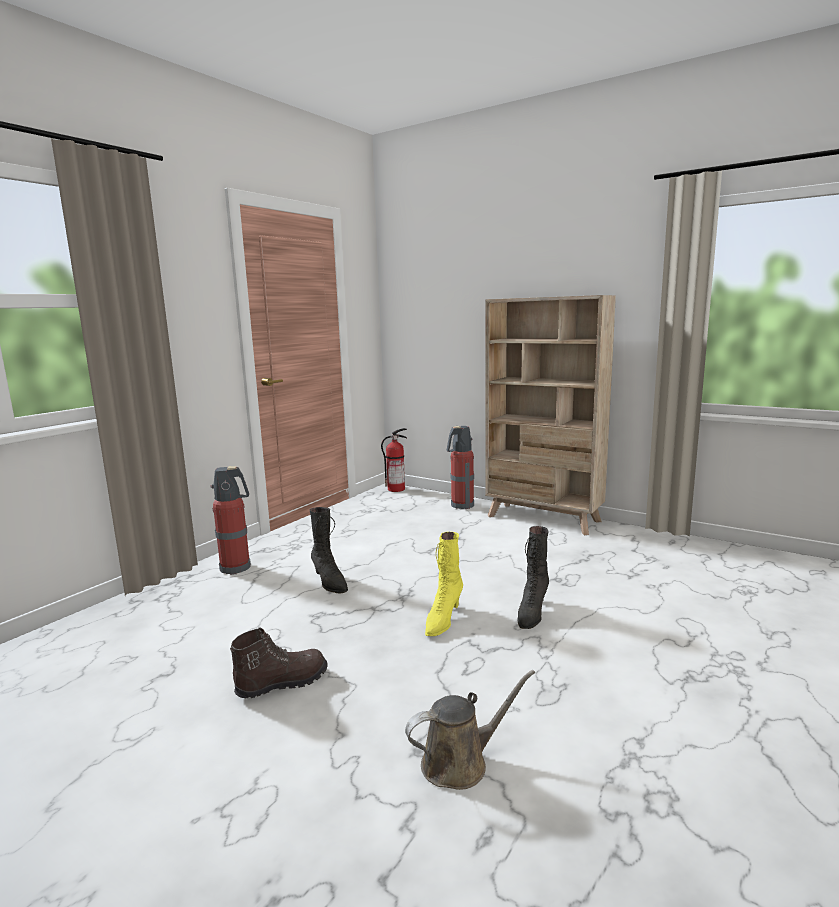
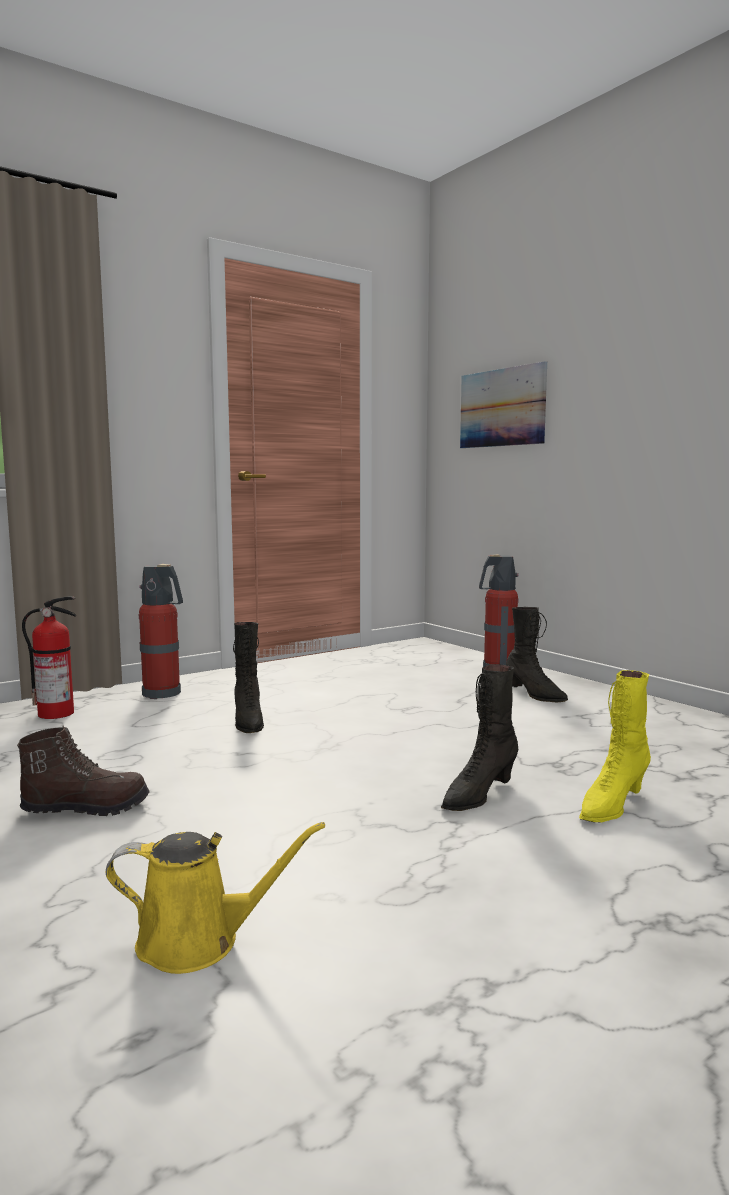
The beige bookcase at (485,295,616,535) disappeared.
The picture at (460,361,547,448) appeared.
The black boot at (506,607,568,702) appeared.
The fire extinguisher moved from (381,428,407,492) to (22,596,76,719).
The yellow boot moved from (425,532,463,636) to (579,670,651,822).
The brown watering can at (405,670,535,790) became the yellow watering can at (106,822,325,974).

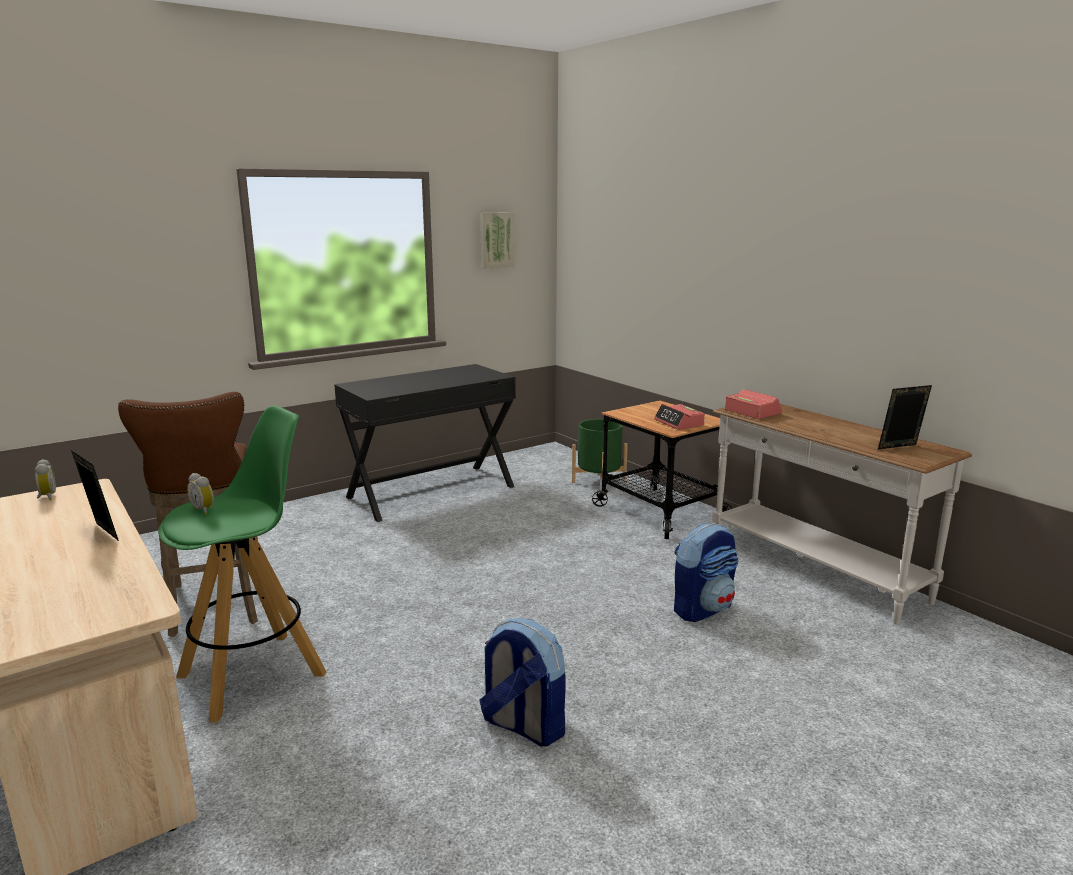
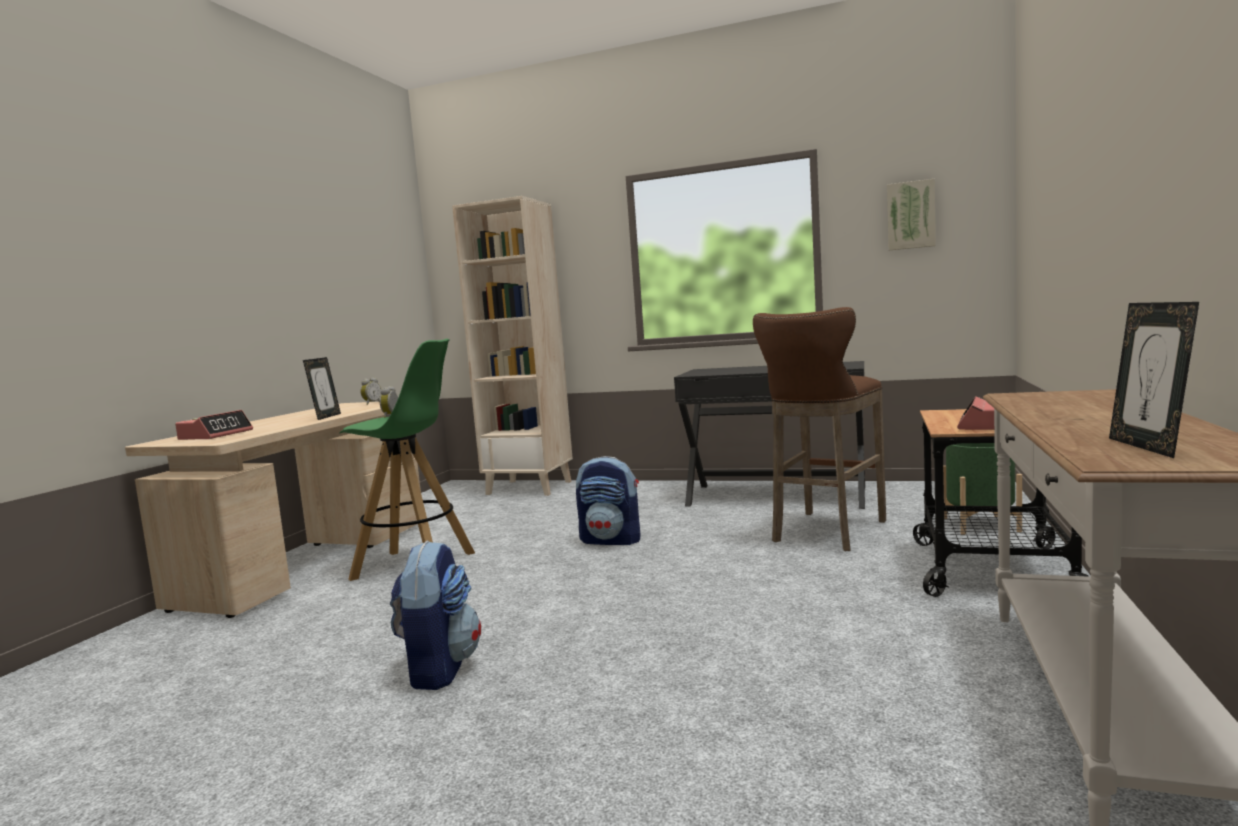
The beige bookcase at (452,196,573,496) appeared.
The brown stool moved from (118,392,258,637) to (753,307,886,551).
The backpack moved from (674,523,738,622) to (576,456,641,545).
The alarm clock moved from (725,389,782,419) to (175,410,253,440).
The picture frame at (878,385,932,450) turned 120 degrees counterclockwise.

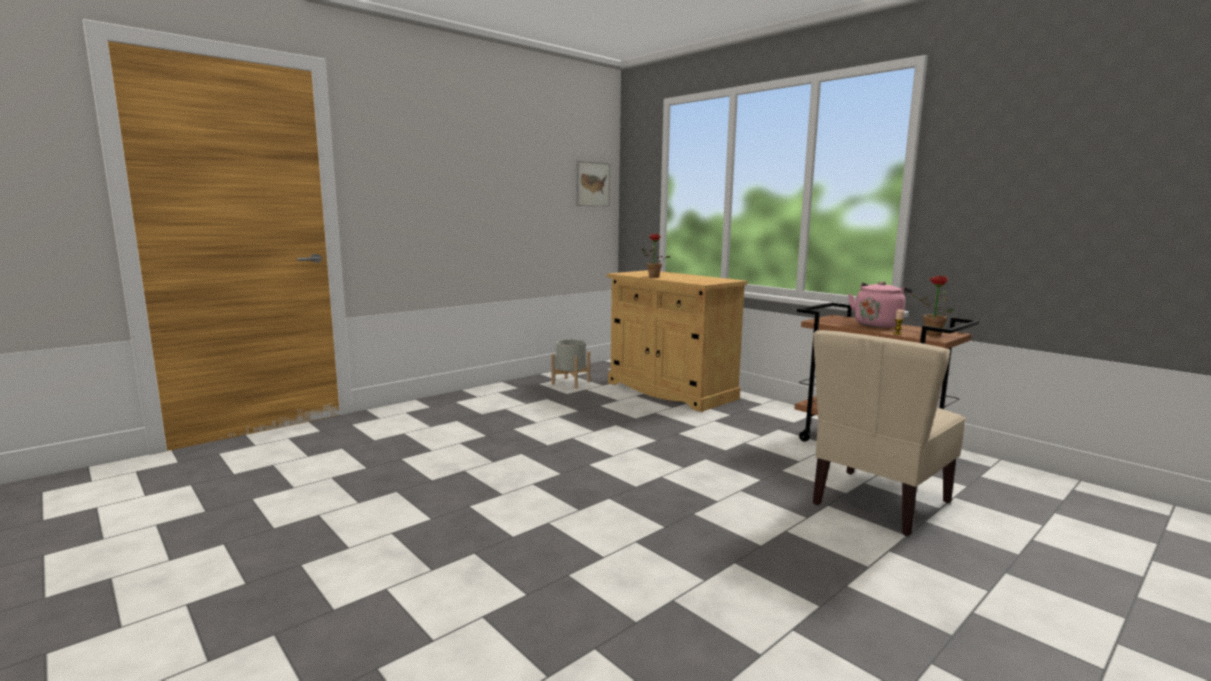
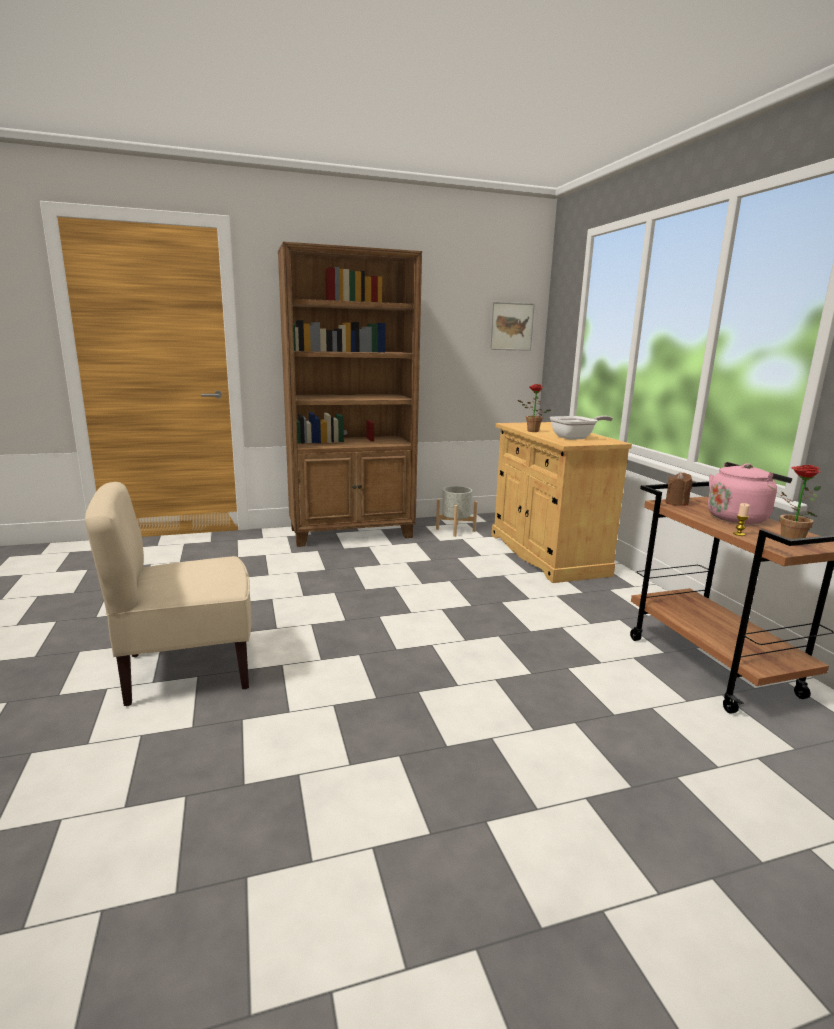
The brown bookcase at (278,242,422,547) appeared.
The frying pan at (550,416,613,440) appeared.
The brown candle at (665,472,693,506) appeared.
The beige chair moved from (813,330,966,536) to (85,482,251,706).

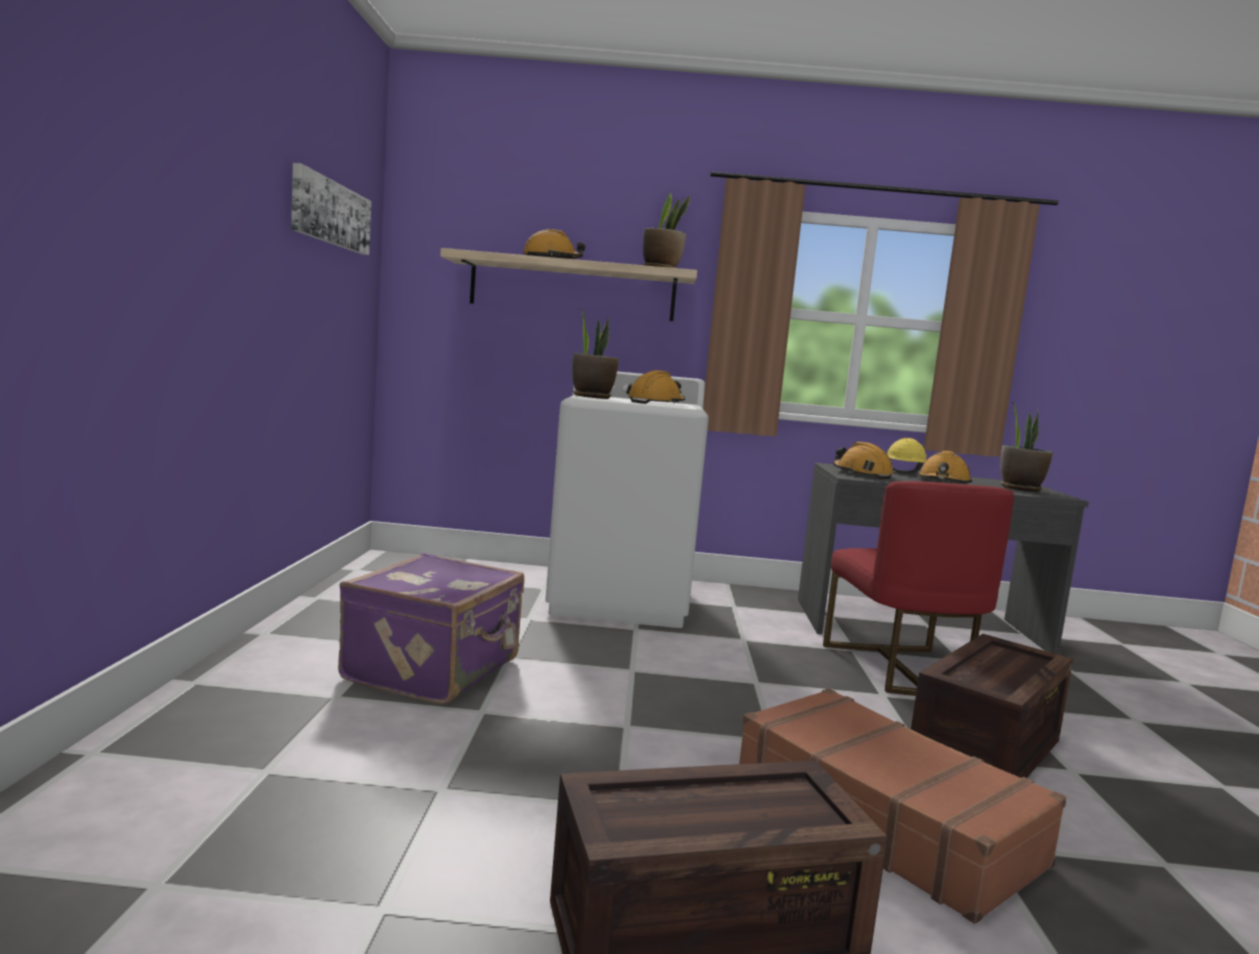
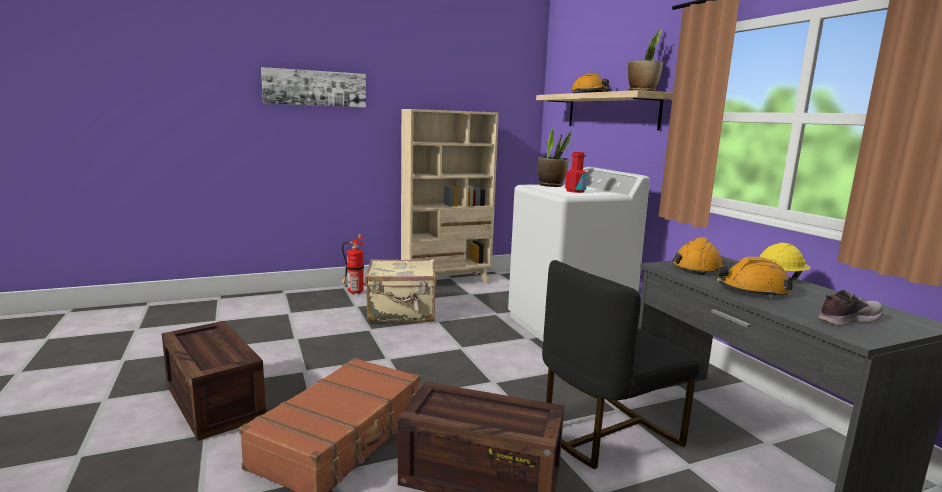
The fire extinguisher at (341,233,365,294) appeared.
The beige bookcase at (401,109,499,284) appeared.
The picture moved from (291,163,371,255) to (261,67,366,107).
The orange hard hat at (626,370,685,404) was replaced by the red bottle at (565,152,588,193).
The potted plant at (1001,401,1053,492) was replaced by the shoe at (818,290,883,326).
The purple suitcase at (338,553,524,705) became the beige suitcase at (365,259,436,322).
The red chair at (823,481,1014,696) became the black chair at (542,260,701,469).

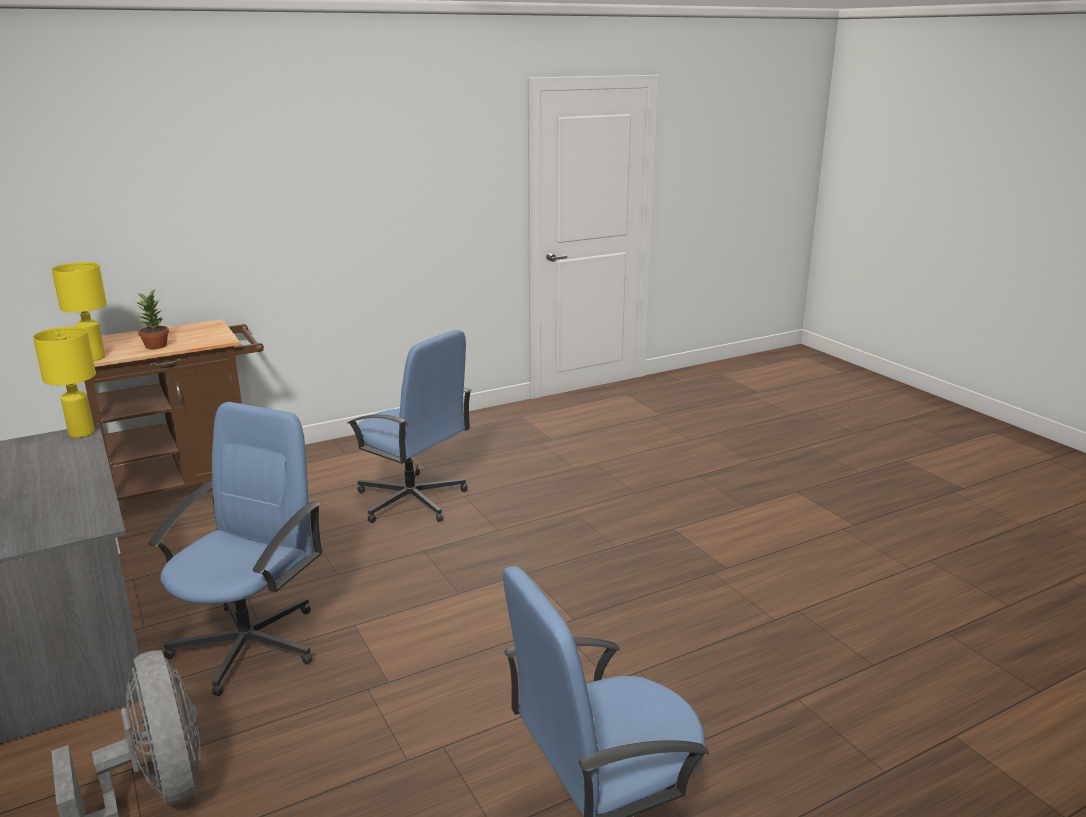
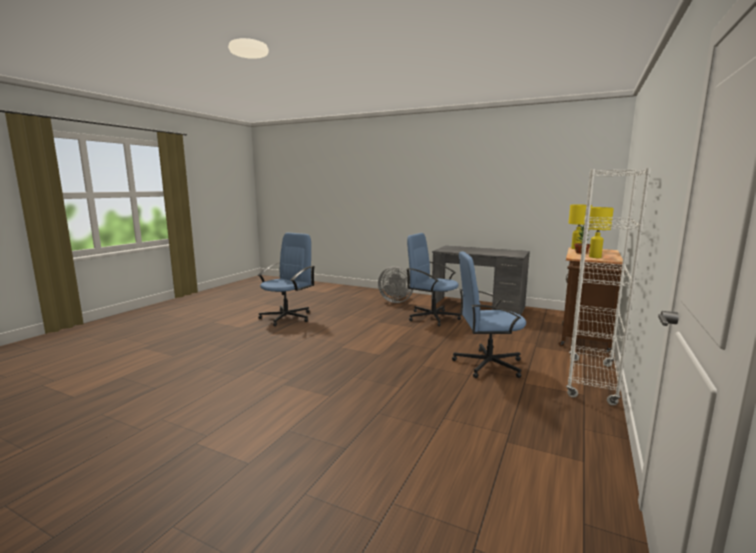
The white bookcase at (566,168,651,406) appeared.
The yellow table lamp moved from (33,326,96,438) to (589,207,614,258).
The blue office chair at (148,402,322,696) turned 135 degrees clockwise.

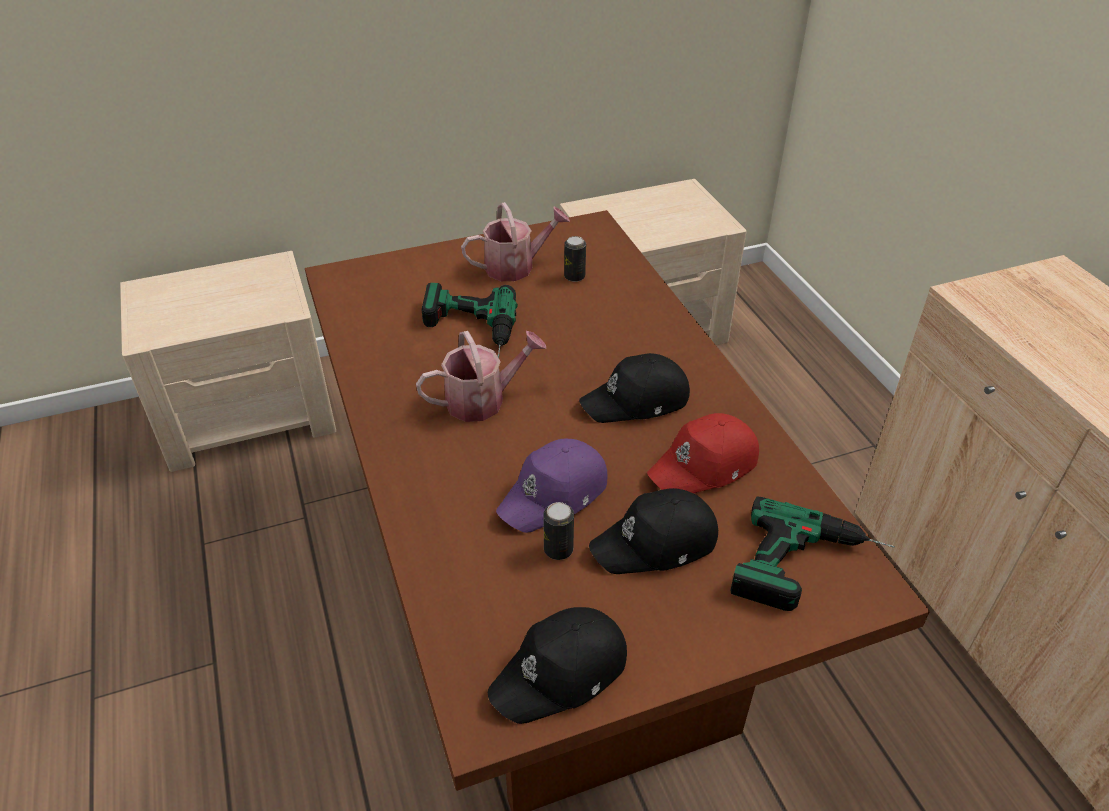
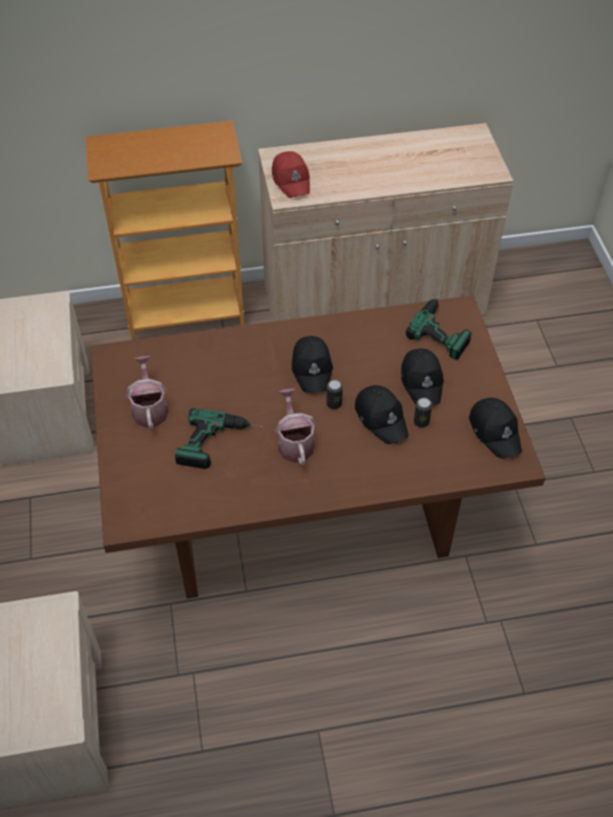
The bookcase at (85,120,244,340) appeared.
The can moved from (564,236,586,282) to (326,380,343,409).
The red cap moved from (647,413,759,493) to (272,151,310,198).
The purple cap at (496,439,608,533) became the black cap at (355,385,409,444).

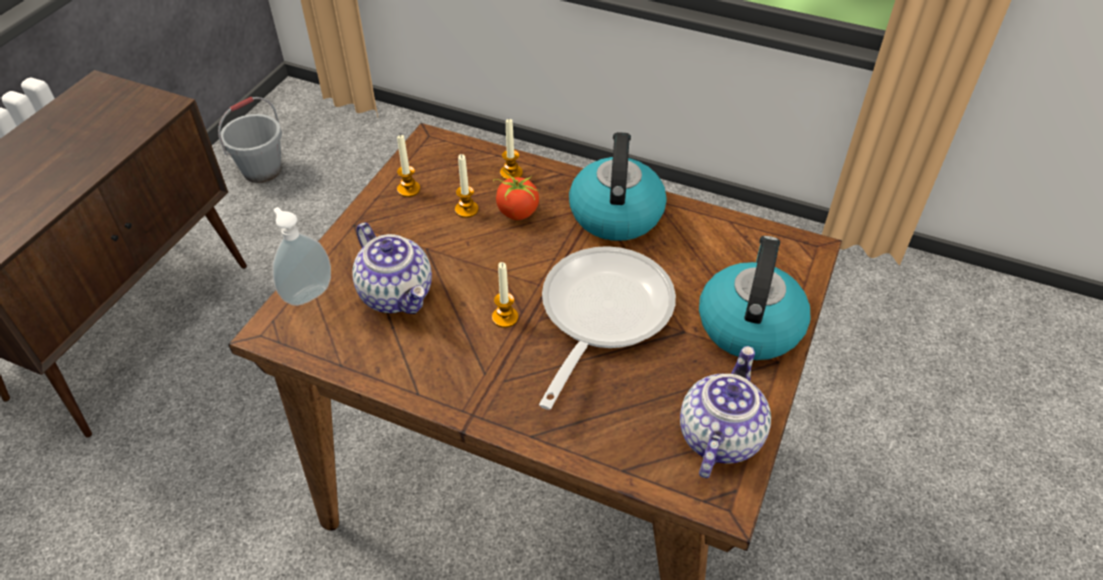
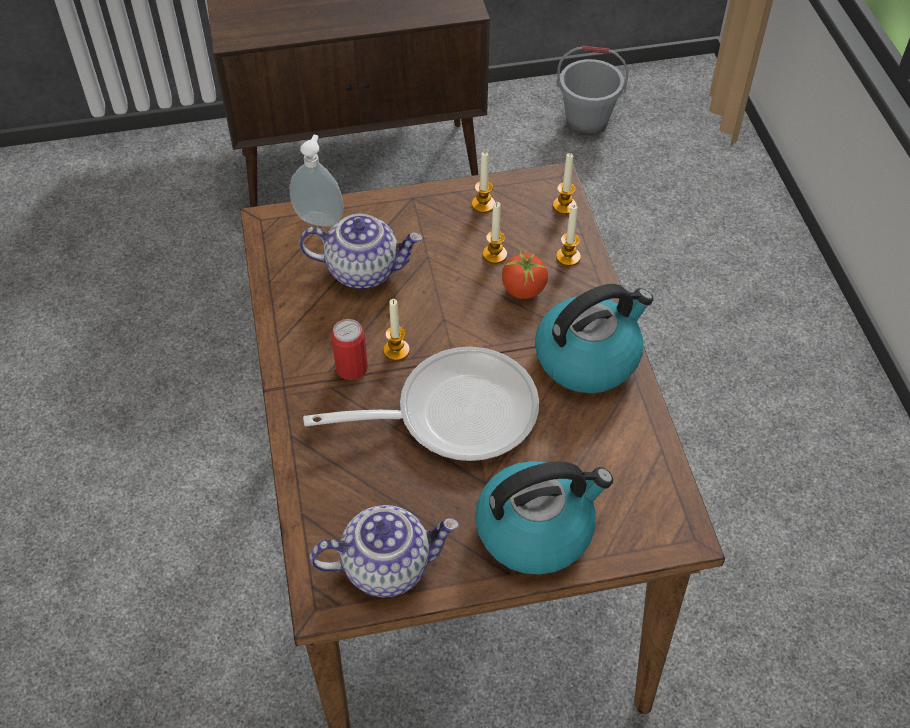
The can at (331,319,368,380) appeared.
The candle at (553,153,577,214) appeared.
The teapot at (352,223,432,314) turned 105 degrees counterclockwise.

